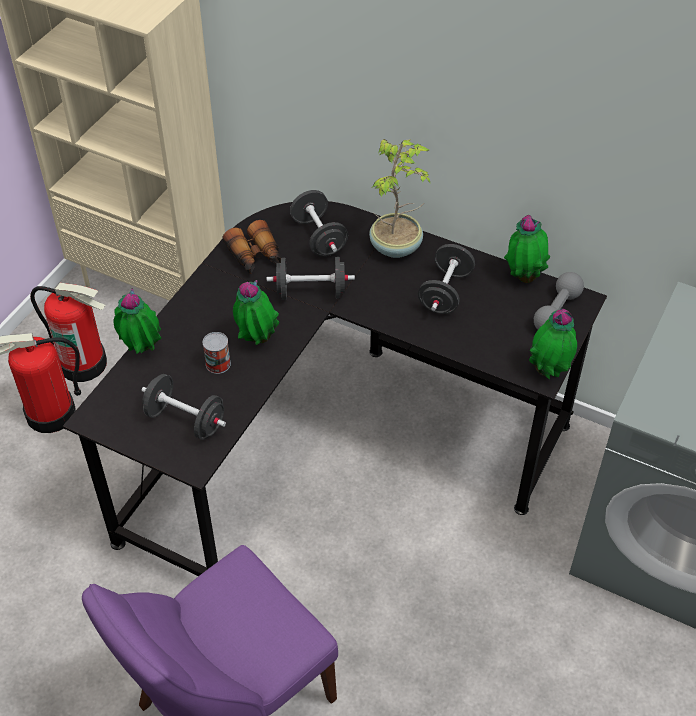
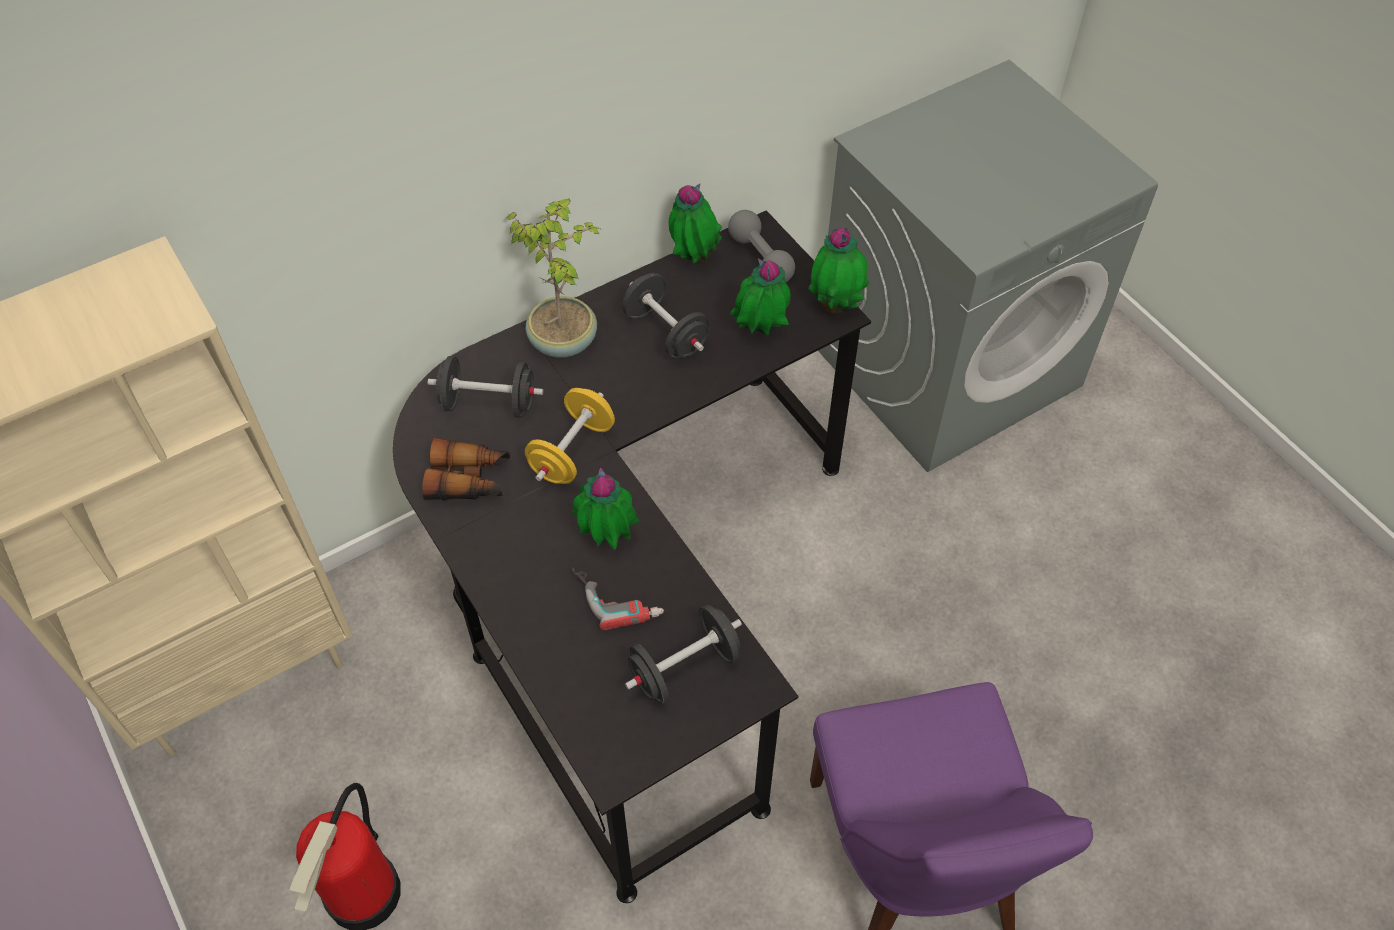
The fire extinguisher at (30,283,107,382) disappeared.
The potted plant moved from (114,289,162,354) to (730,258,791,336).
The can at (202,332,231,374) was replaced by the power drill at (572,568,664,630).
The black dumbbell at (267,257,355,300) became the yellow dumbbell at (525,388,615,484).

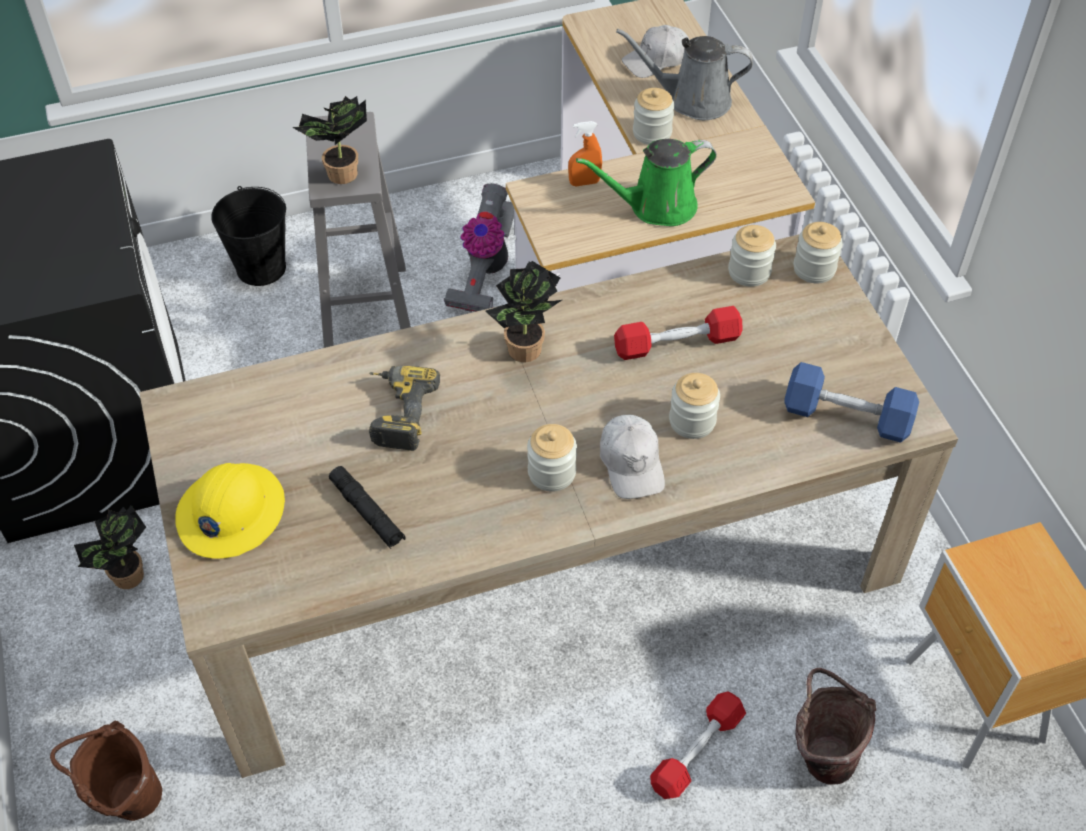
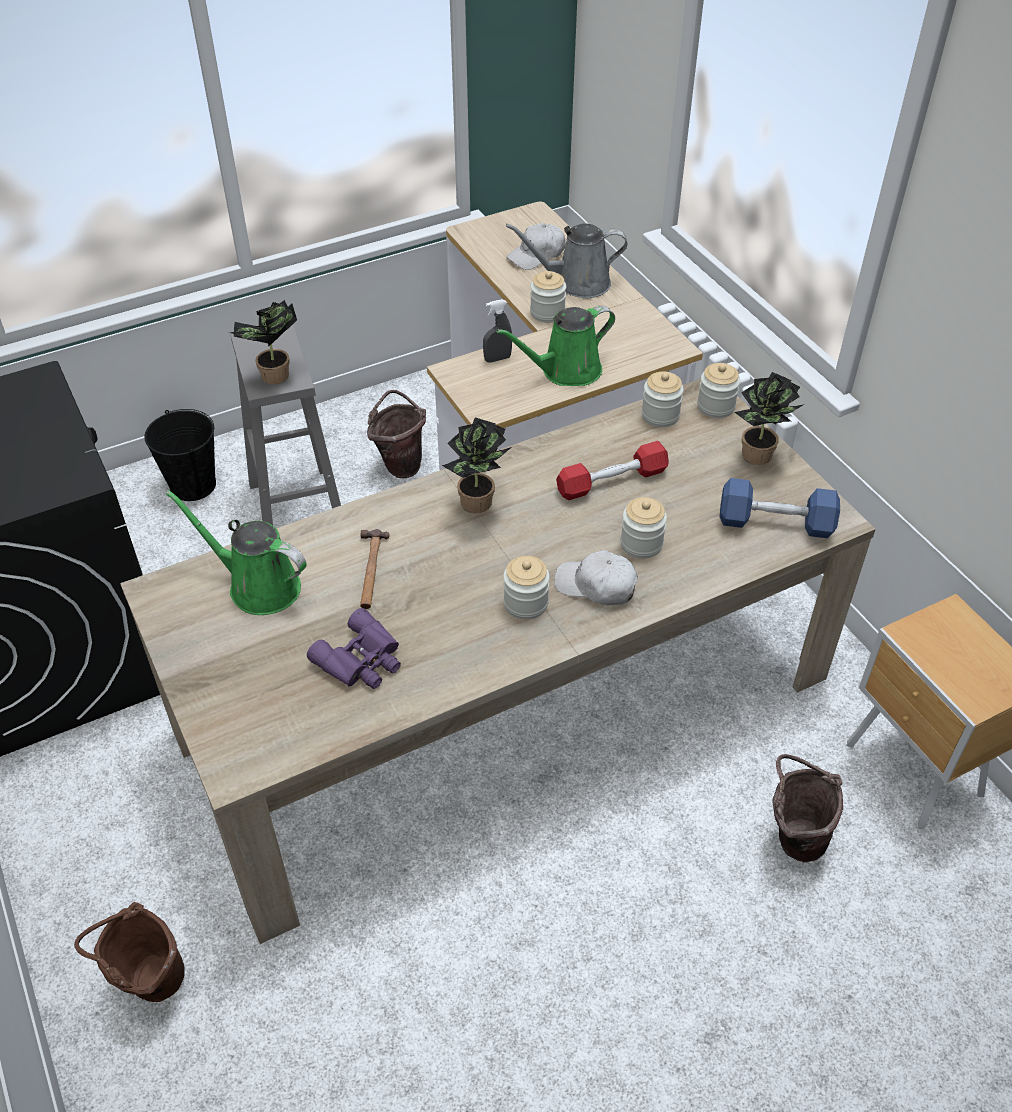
The yellow hard hat at (175,463,285,559) disappeared.
The red dumbbell at (650,691,746,799) disappeared.
The green watering can at (165,490,307,615) appeared.
The potted plant moved from (74,506,146,589) to (734,372,804,465).
The black flashlight at (329,466,406,549) was replaced by the purple binoculars at (307,608,401,689).
The power drill at (369,366,440,451) was replaced by the hammer at (360,529,390,609).
The vacuum cleaner at (444,183,514,312) was replaced by the brown bucket at (367,390,426,478).
The orange spray bottle at (568,121,602,187) became the grey spray bottle at (483,299,512,363).
The white cap at (600,414,665,499) turned 135 degrees clockwise.

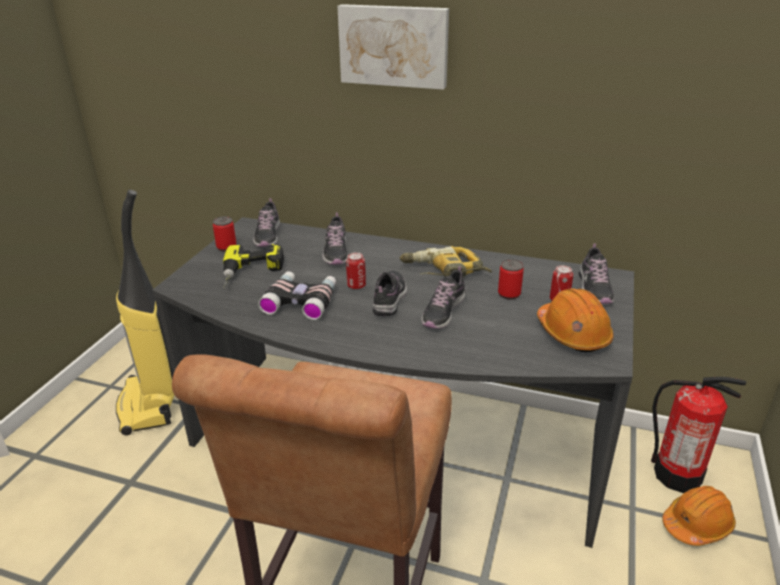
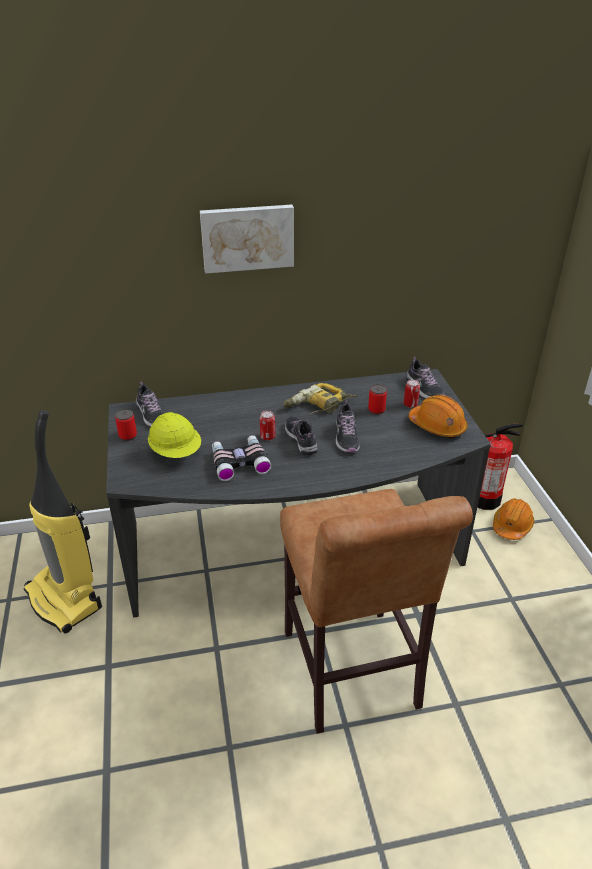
The shoe at (323,213,348,265) disappeared.
The power drill at (223,244,284,290) was replaced by the yellow hard hat at (148,412,201,458).

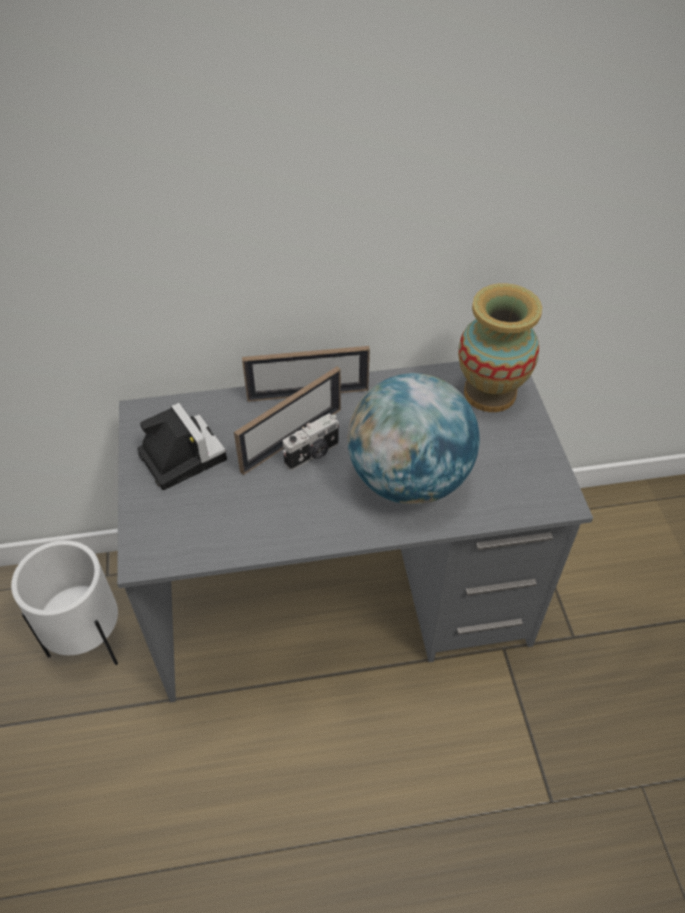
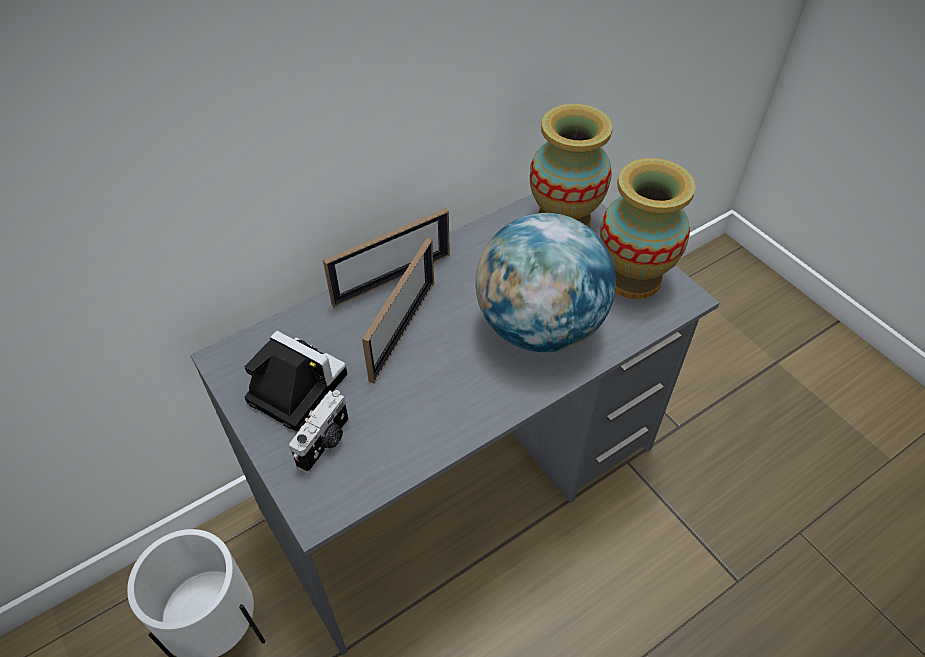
The vase at (600,158,696,299) appeared.
The photo camera moved from (282,413,339,470) to (289,390,349,473).

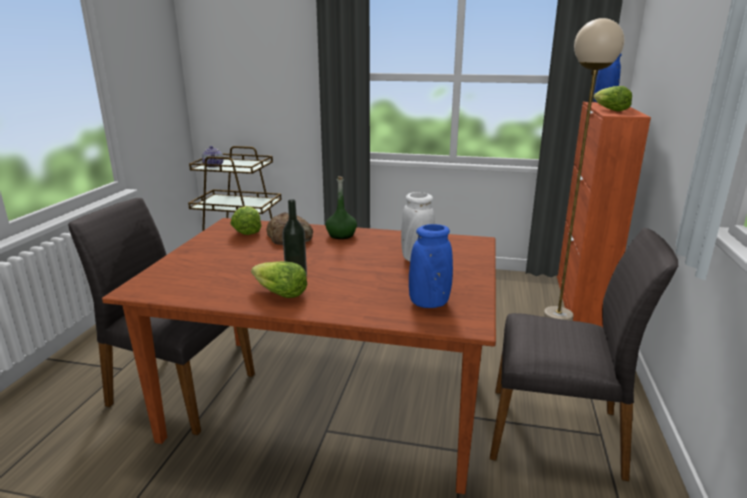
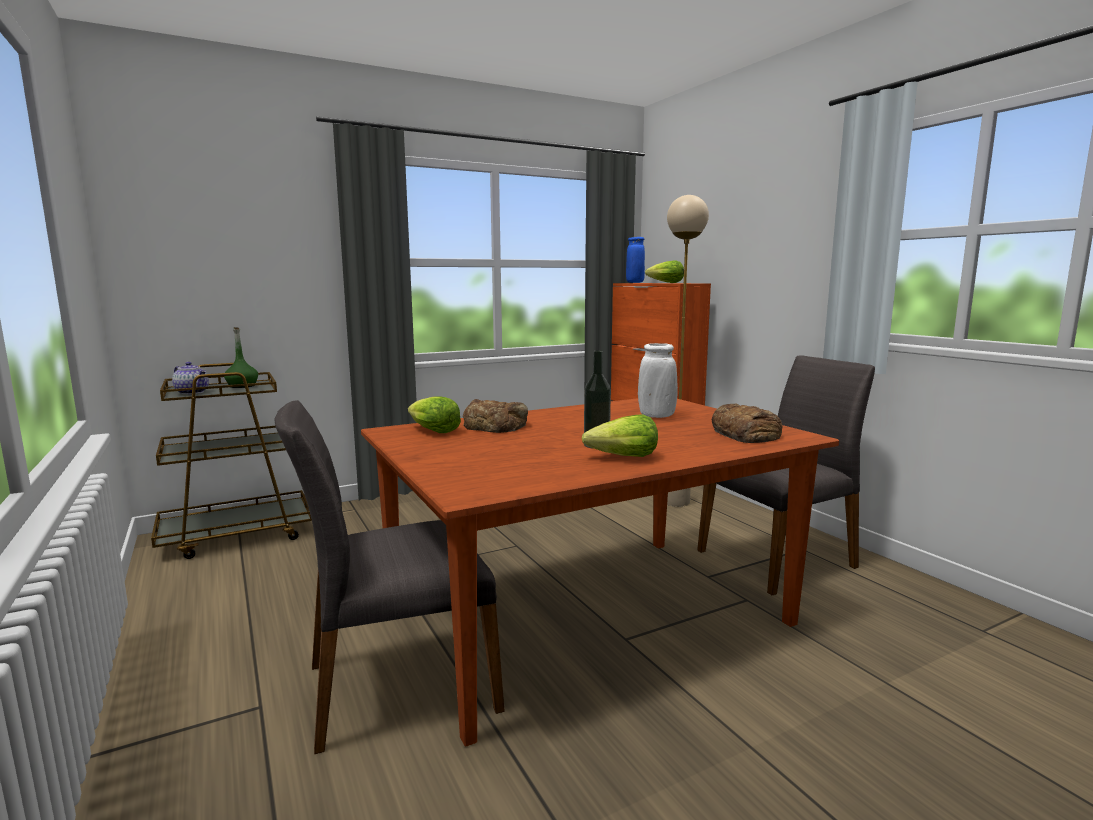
The green bottle moved from (325,176,357,239) to (224,327,258,388).
The blue vase at (409,224,453,308) was replaced by the bread at (712,404,783,443).

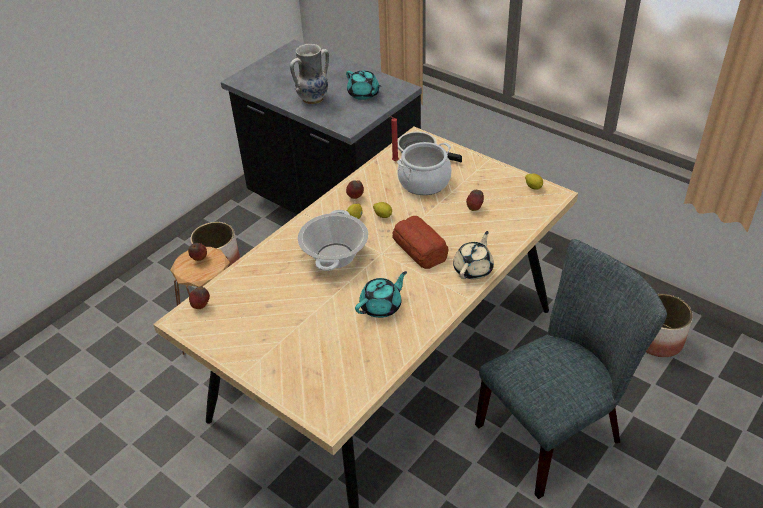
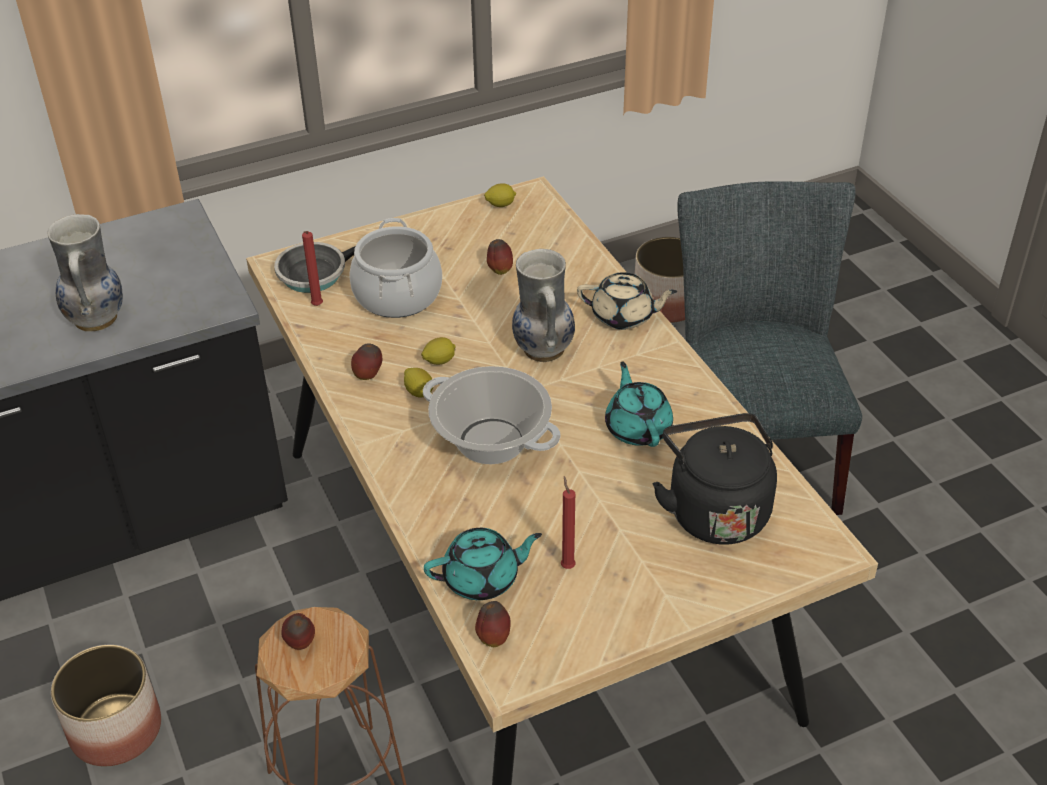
The red candle at (561,476,576,569) appeared.
The black kettle at (653,413,777,545) appeared.
The turquoise teapot moved from (346,70,382,100) to (424,528,542,600).
The bread at (392,216,448,269) was replaced by the vase at (512,249,575,362).
The beige teapot at (453,231,494,279) turned 135 degrees clockwise.

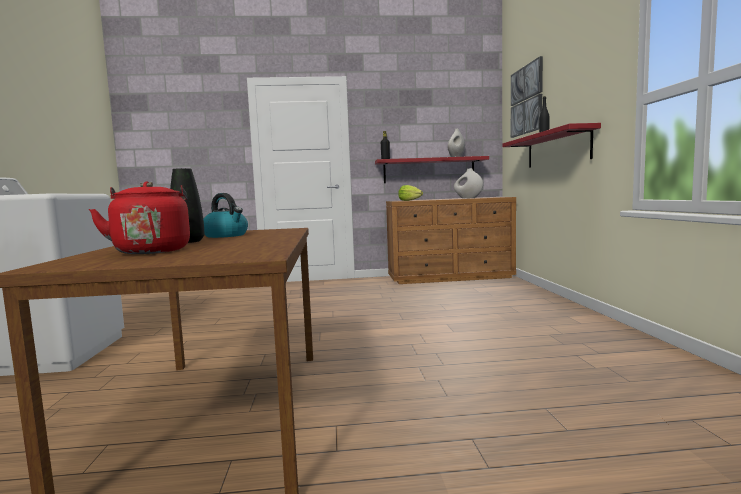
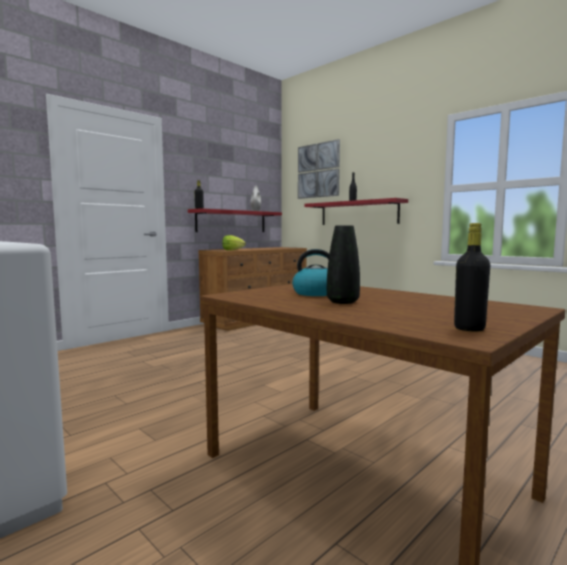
The red kettle at (89,181,190,254) disappeared.
The white vase at (454,168,483,199) disappeared.
The black bottle at (454,223,490,332) appeared.

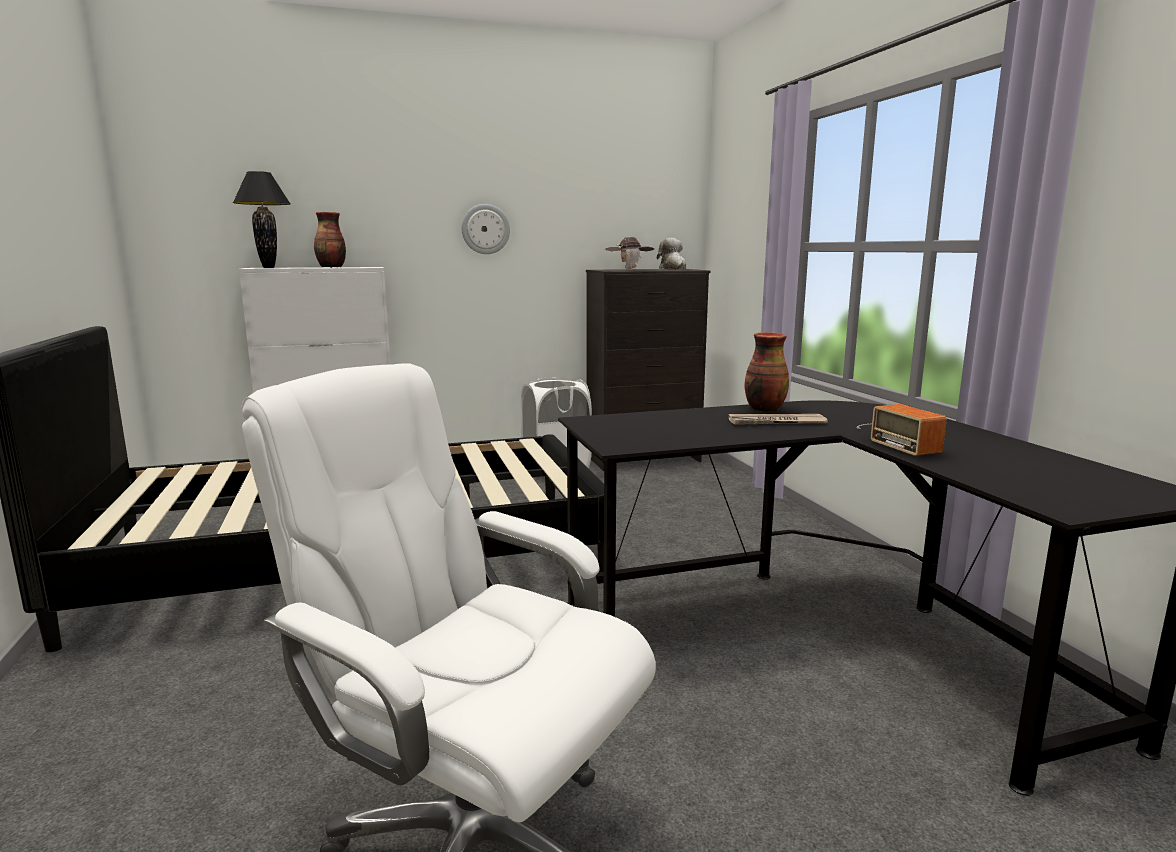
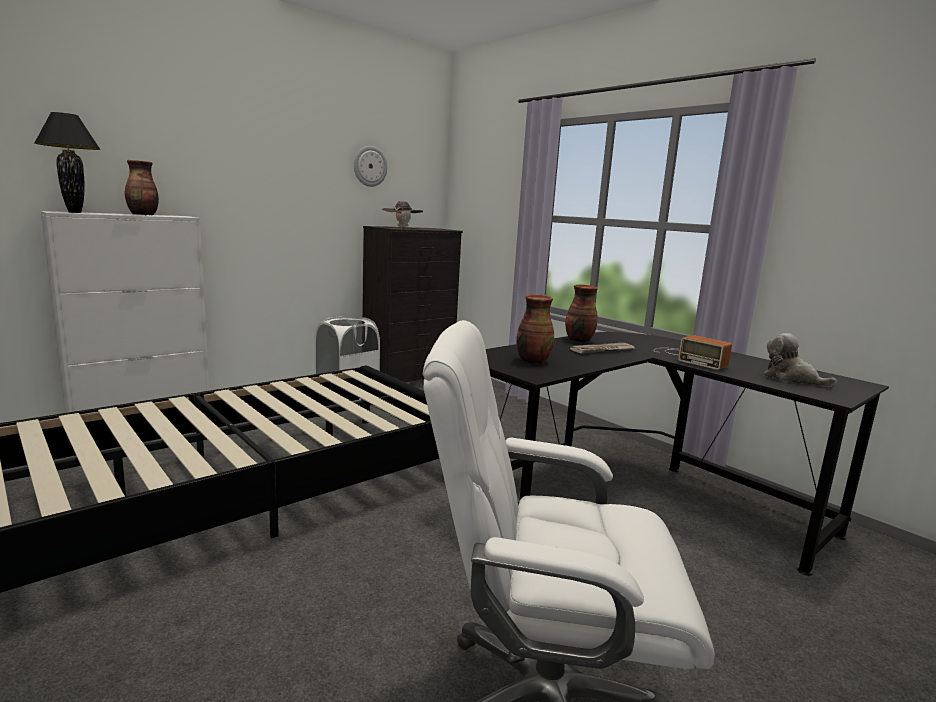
The vase at (516,295,554,364) appeared.
The wall clock moved from (462,204,510,254) to (354,146,387,187).
The plush toy moved from (657,238,686,269) to (763,333,837,387).

